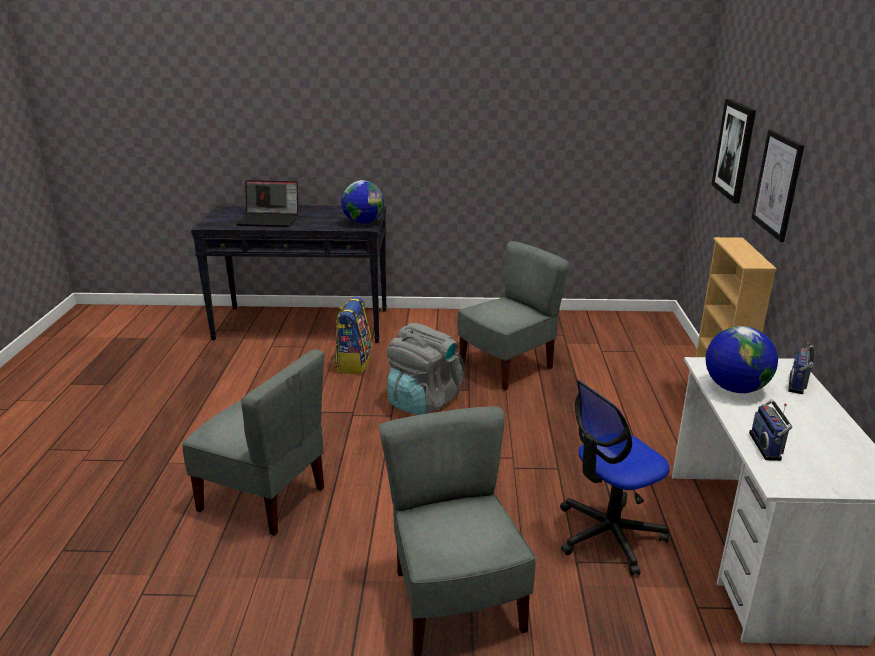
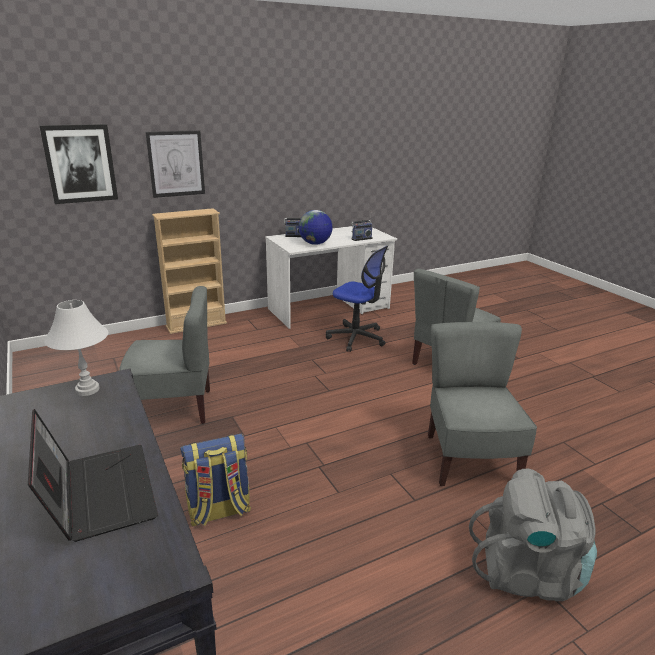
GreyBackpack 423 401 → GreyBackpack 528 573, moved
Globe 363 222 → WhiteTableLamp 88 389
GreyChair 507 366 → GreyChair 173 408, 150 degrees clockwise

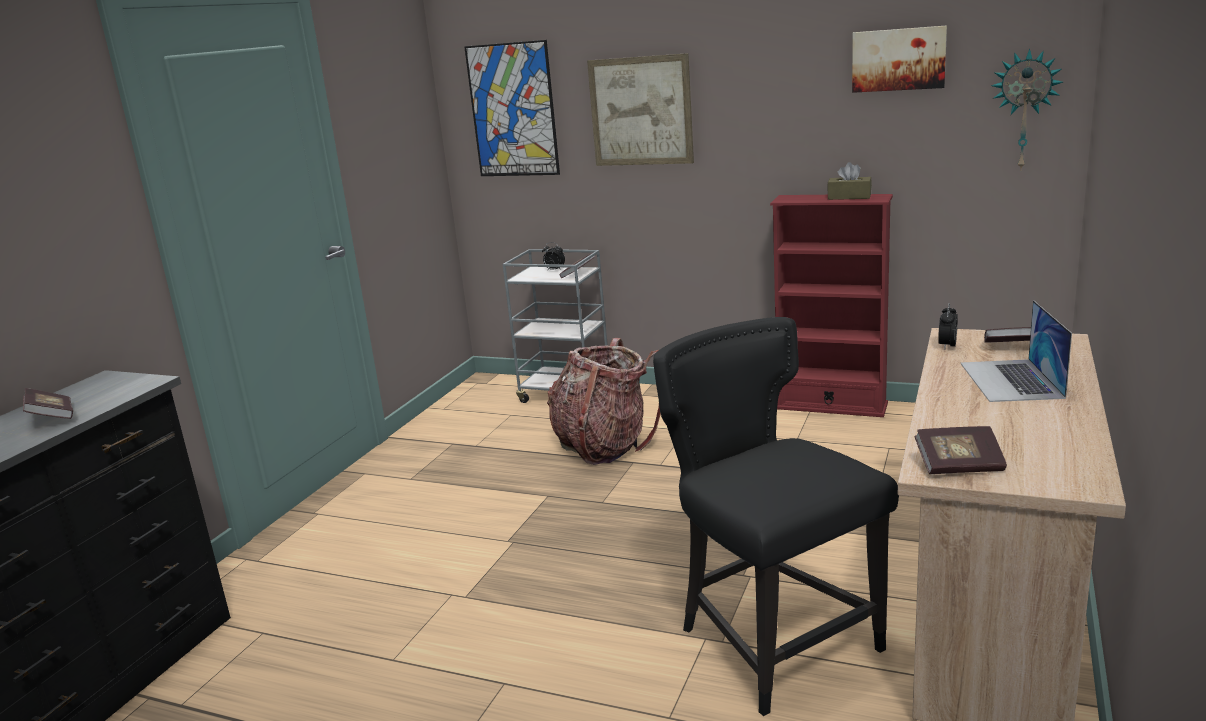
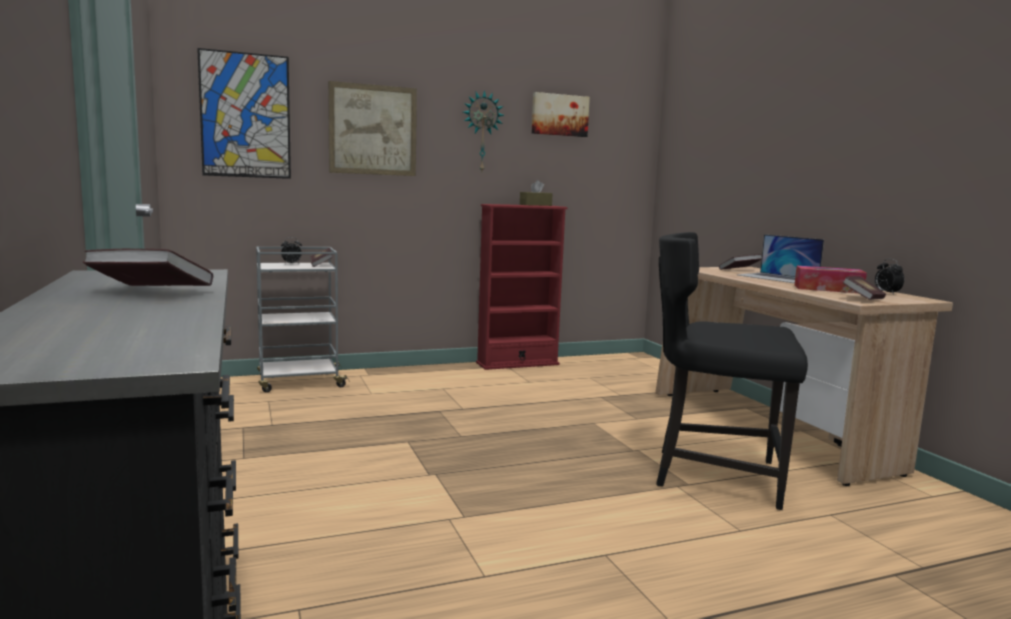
Backpack 604 446 → -
- → TissueBox 828 289
AlarmClock 947 346 → AlarmClock 886 293, moved
WallClock 1024 110 → WallClock 481 132, moved

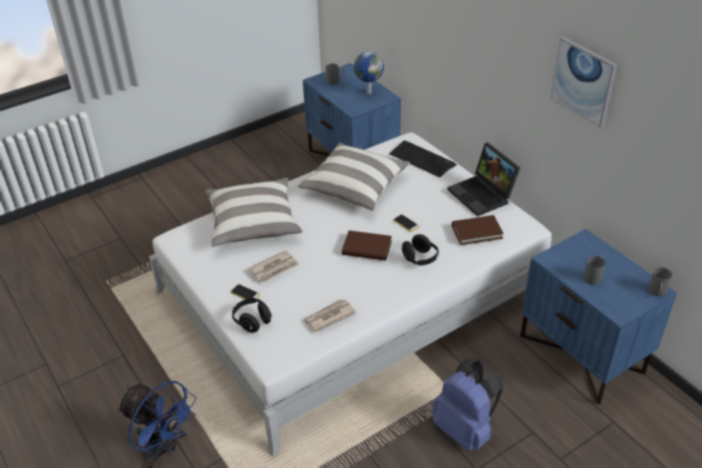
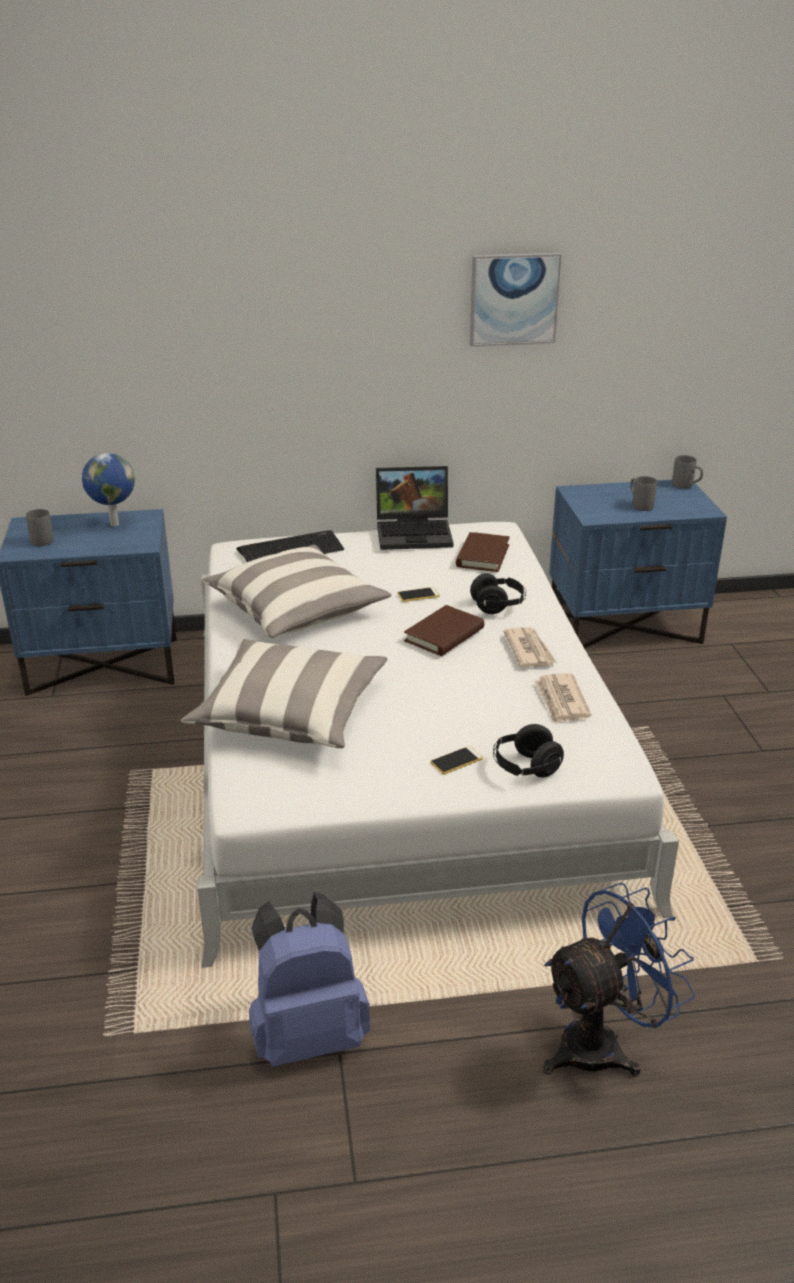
Newspaper 274 268 → Newspaper 529 650, moved
BlueBackpack 465 429 → BlueBackpack 308 1034, moved

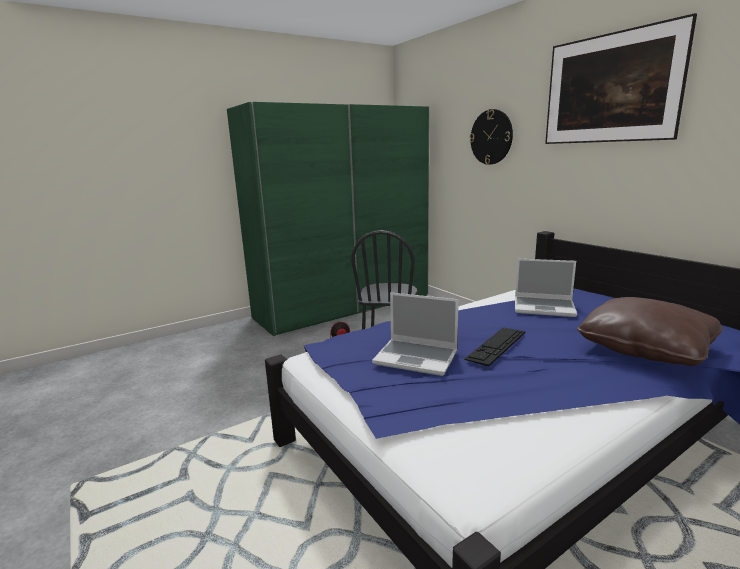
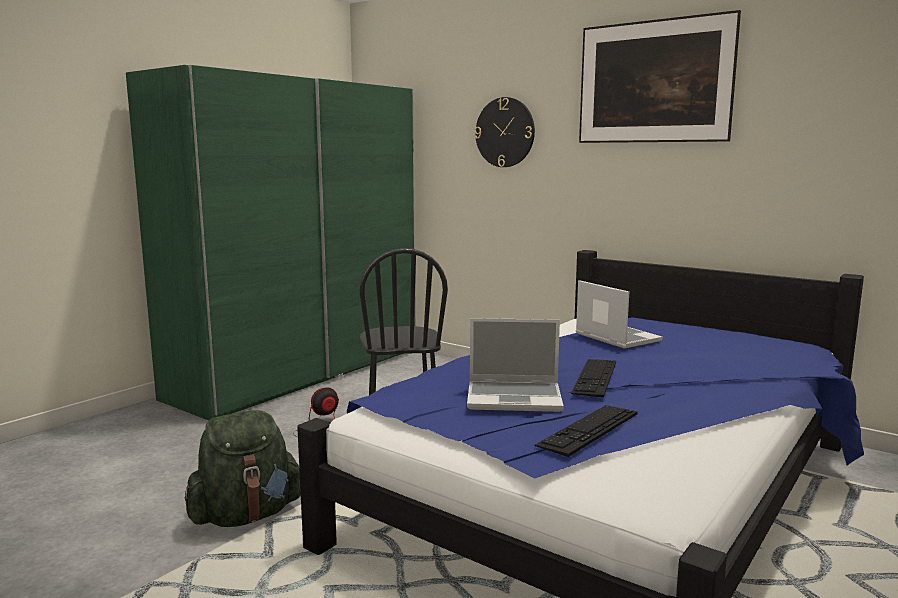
BrownPillow 645 348 → -
- → GreenBackpack 246 515
- → Keyboard 588 429
Laptop 544 307 → Laptop 615 337, 120 degrees counterclockwise

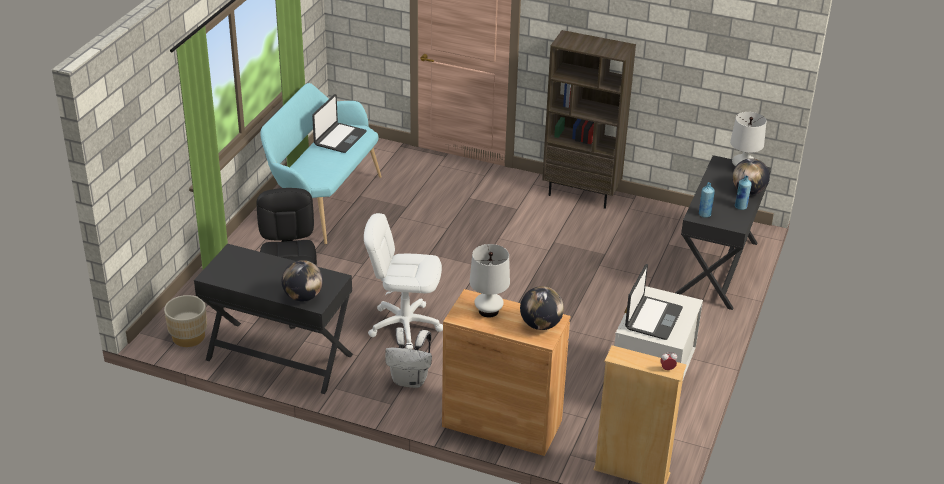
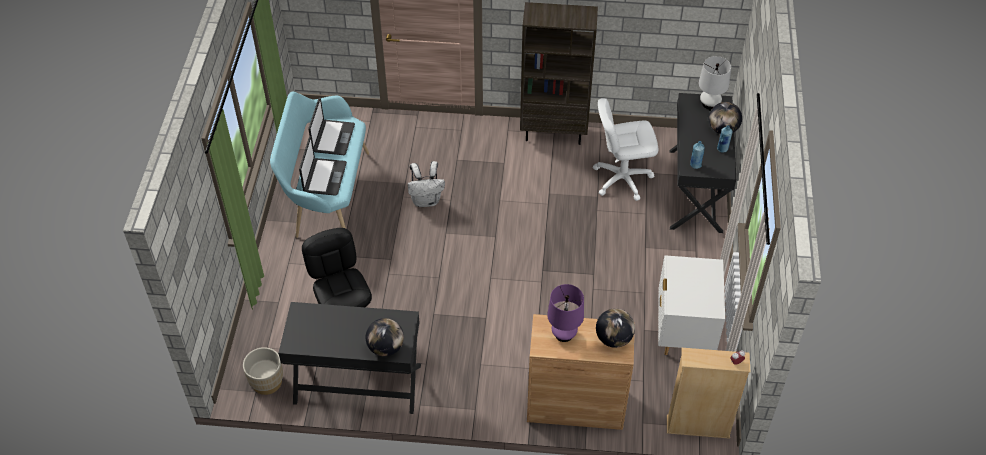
WhiteOfficeChair 404 325 → WhiteOfficeChair 622 178, moved
WhiteBackpack 410 380 → WhiteBackpack 426 200, moved
Laptop 652 318 → Laptop 324 177, moved
WhiteTableLamp 488 311 → PurpleTableLamp 564 334

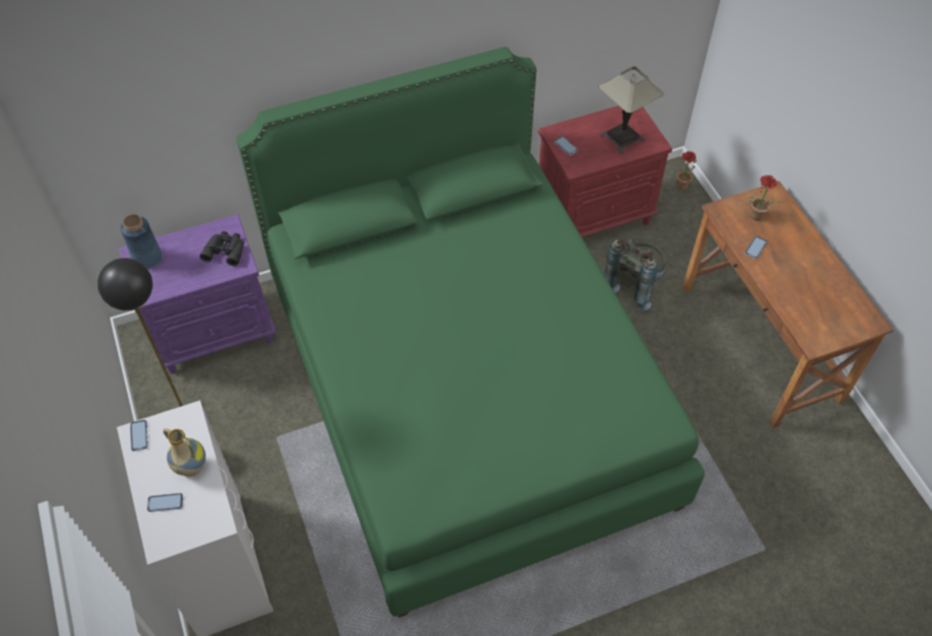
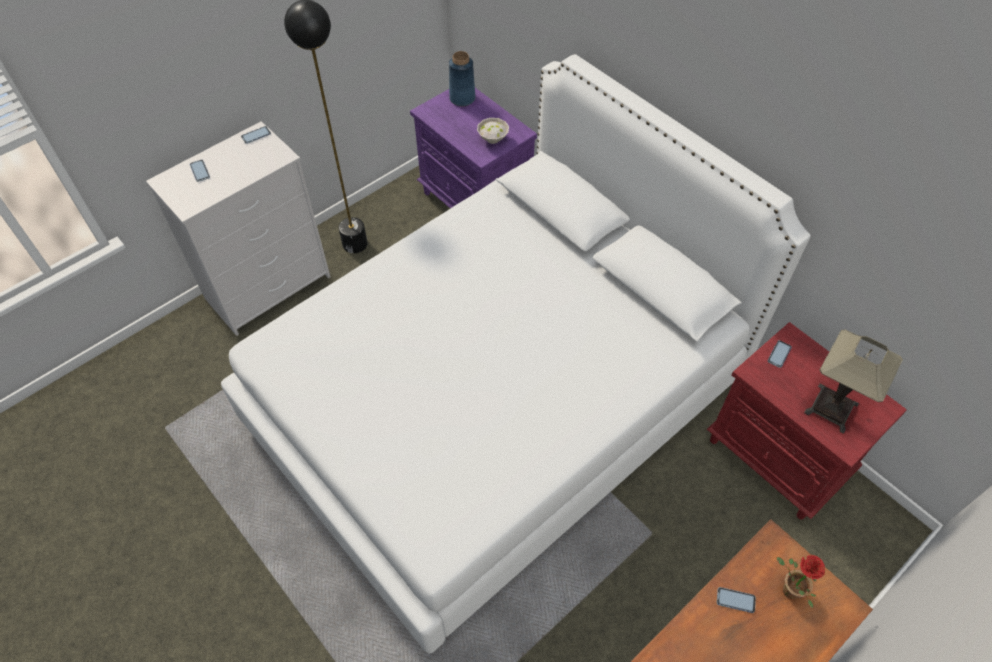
Vase 190 468 → -
GreyBackpack 634 285 → -
PottedPlant 679 185 → -
BlackBinoculars 225 250 → WhiteBowl 493 140
GreenBed 465 389 → WhiteBed 496 403

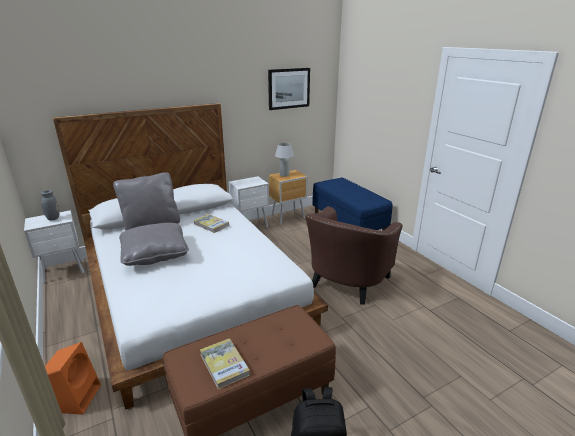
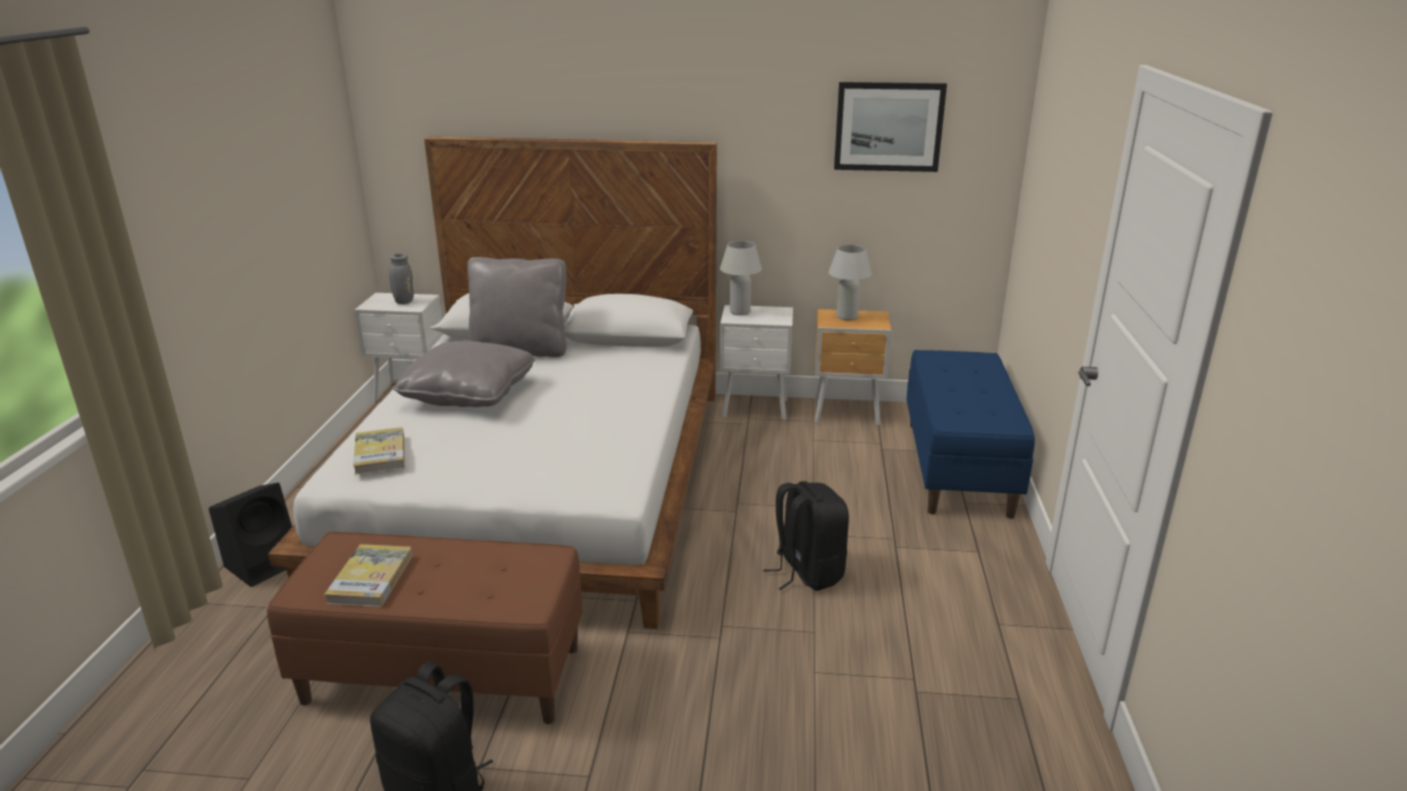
- → WhiteTableLamp 740 312
Book 211 225 → Book 380 454, moved
BrownArmchair 346 283 → BlackBackpack 806 572
OrangeSpeaker 76 397 → BlackSpeaker 264 563

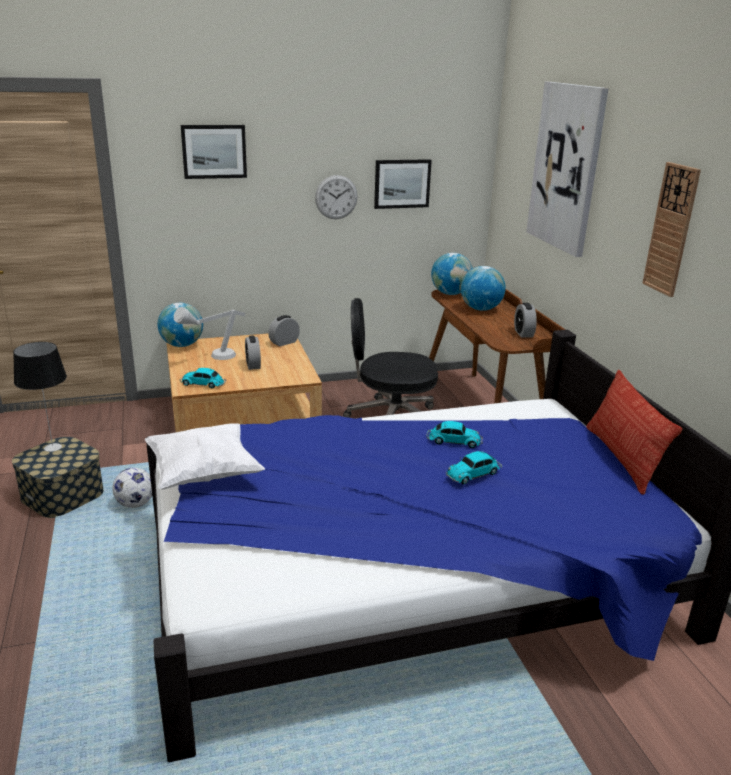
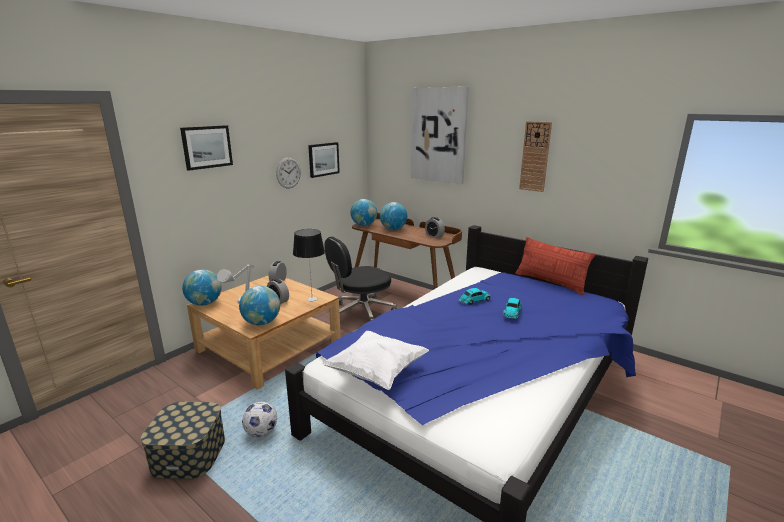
TableLamp 53 447 → TableLamp 312 299, moved
ToyCar 203 384 → Globe 262 323

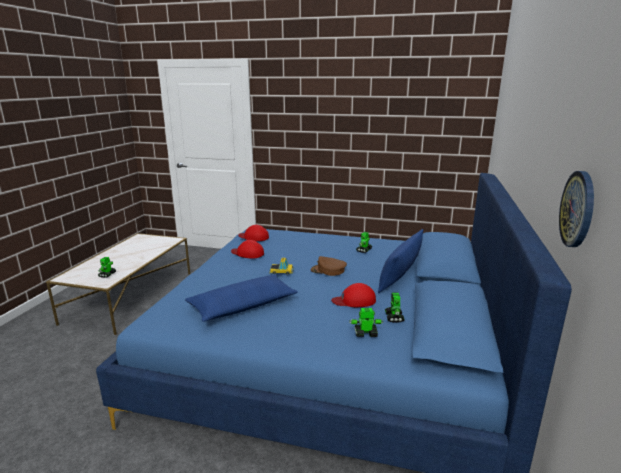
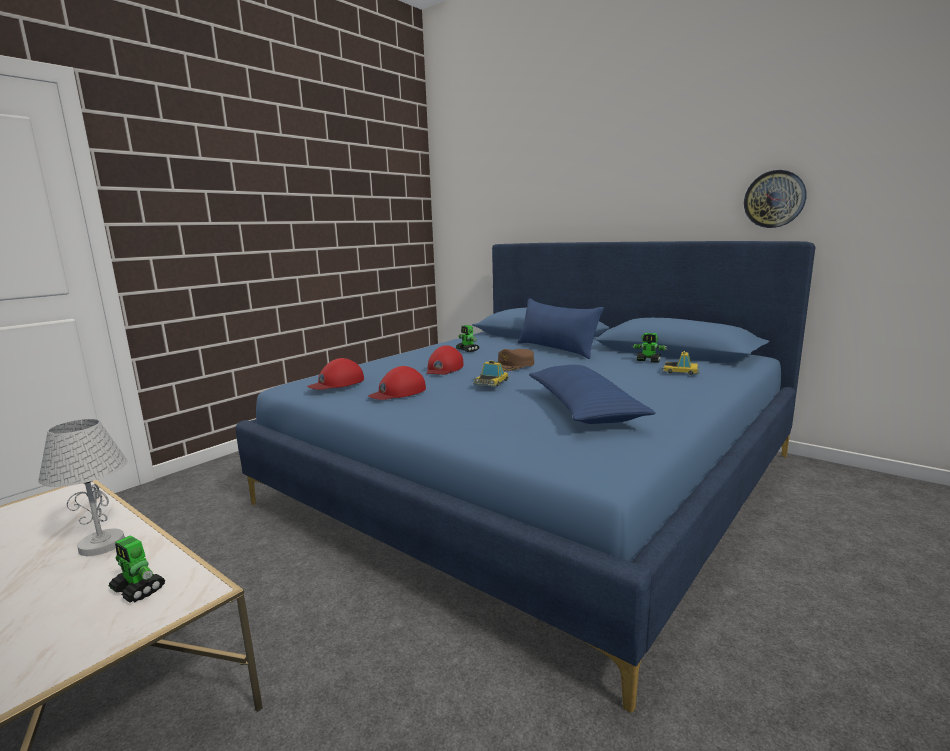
- → WhiteTableLamp 102 545
RedCap 354 300 → RedCap 444 368, moved
ToyRobot 365 333 → ToyCar 680 371

